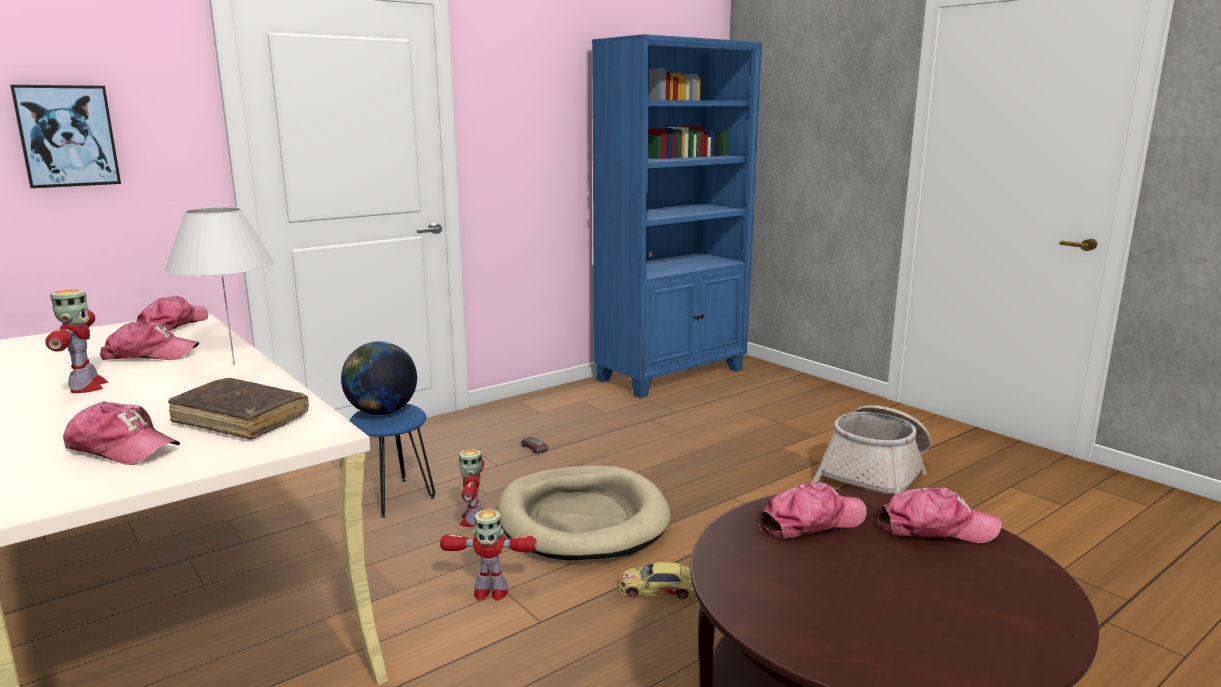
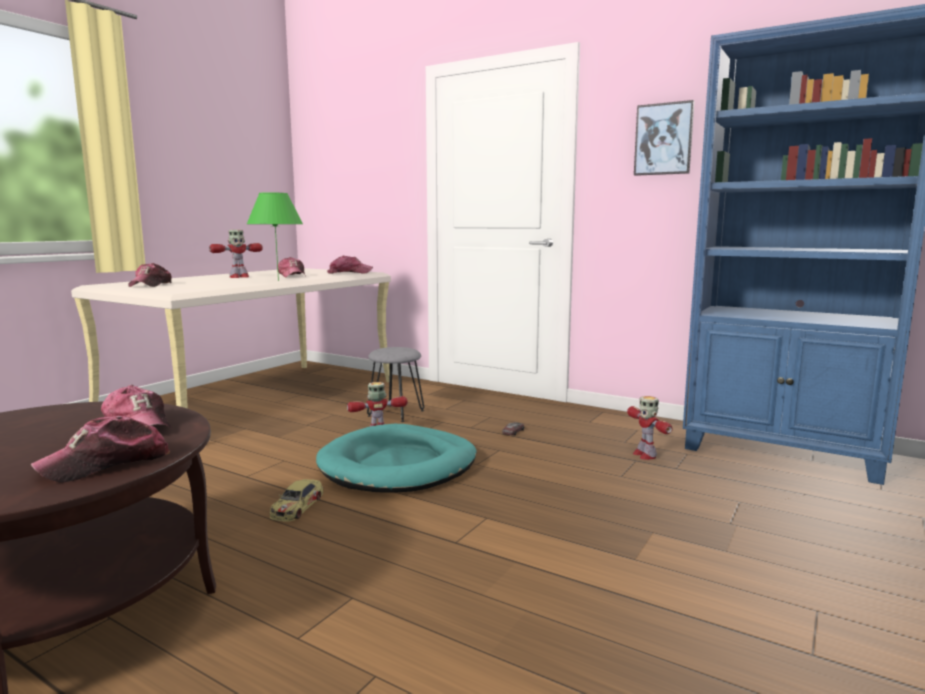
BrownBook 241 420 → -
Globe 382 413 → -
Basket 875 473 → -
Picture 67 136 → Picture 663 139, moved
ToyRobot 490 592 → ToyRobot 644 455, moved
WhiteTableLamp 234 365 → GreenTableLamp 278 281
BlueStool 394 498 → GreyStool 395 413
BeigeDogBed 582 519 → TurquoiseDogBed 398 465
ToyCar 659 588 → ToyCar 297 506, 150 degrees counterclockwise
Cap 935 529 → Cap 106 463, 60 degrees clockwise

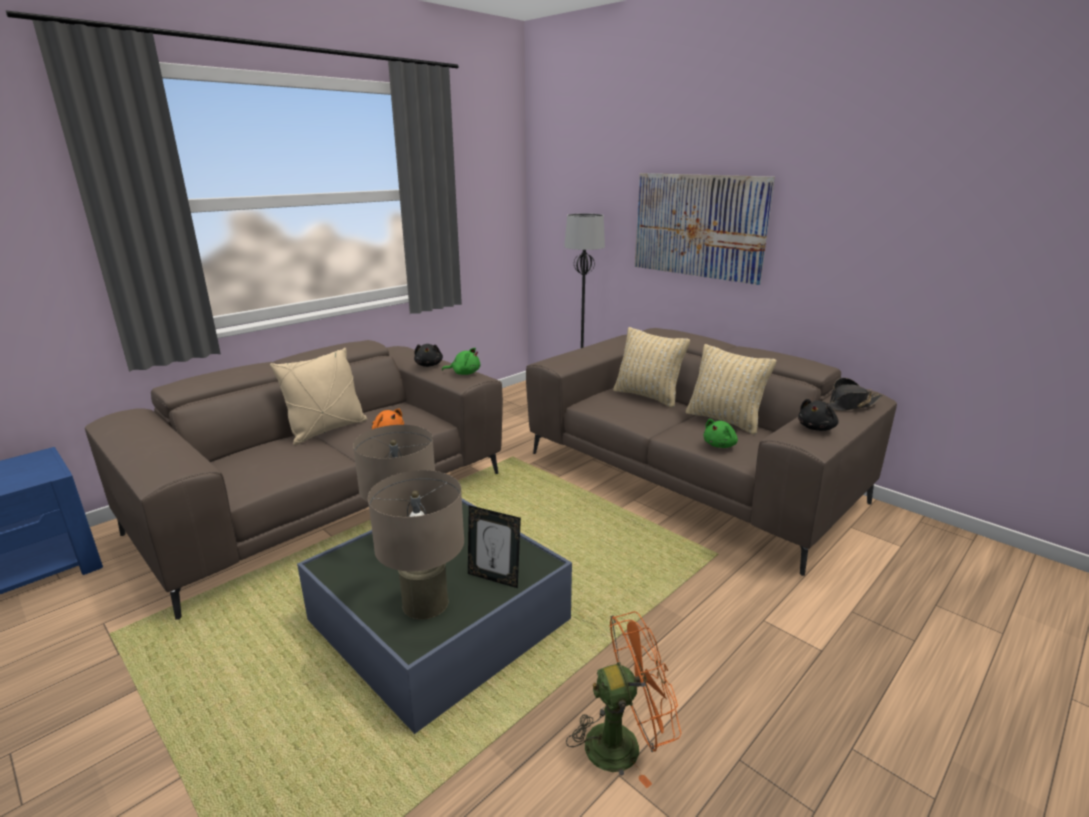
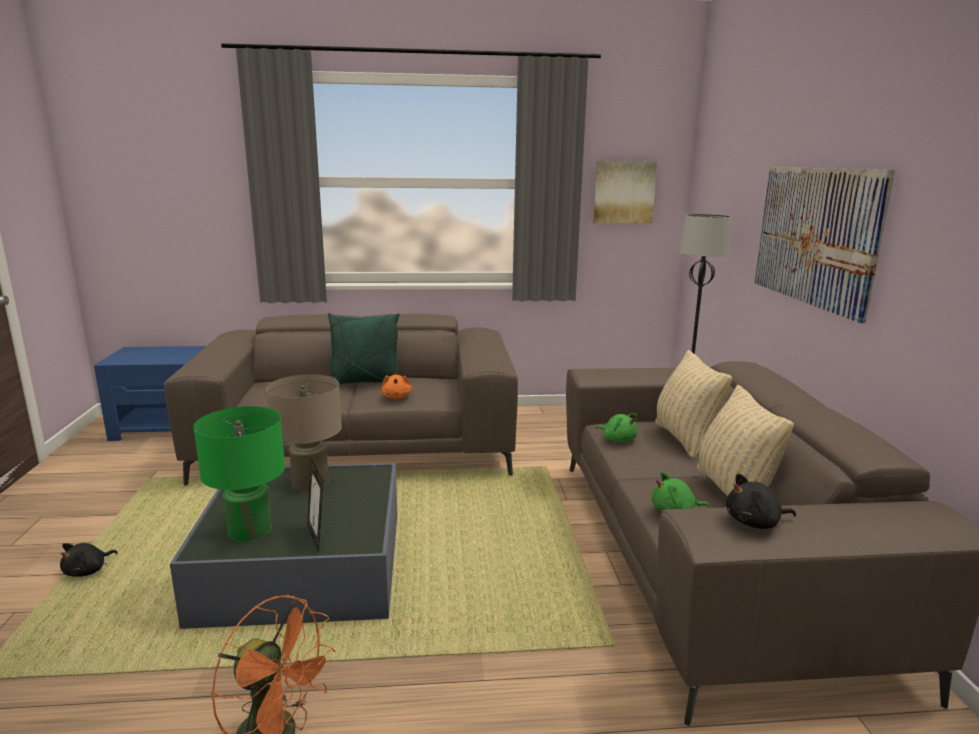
BlackHat 848 405 → -
- → Picture 623 192
BlackPlushToy 429 365 → BlackPlushToy 88 571, moved
GreenPlushToy 464 373 → GreenPlushToy 618 439, moved
BeigePillow 327 430 → GreenPillow 365 382
BeigeTableLamp 425 603 → GreenTableLamp 250 530

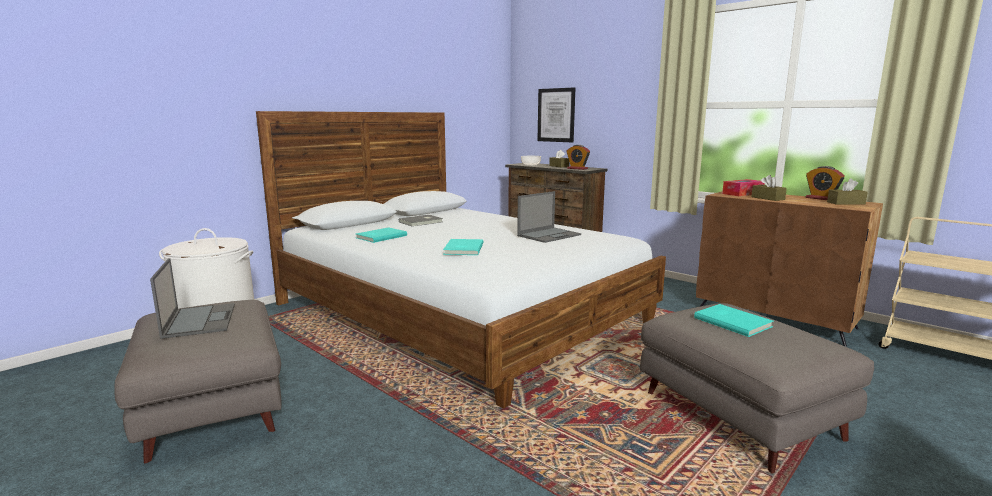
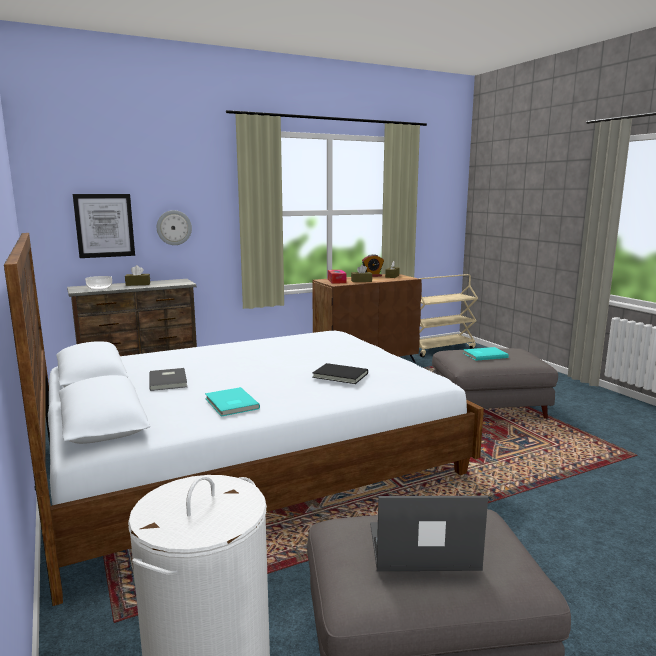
Laptop 549 235 → -
AlarmClock 577 168 → -
- → WallClock 174 227
TurquoiseBook 462 249 → BlackBook 340 376

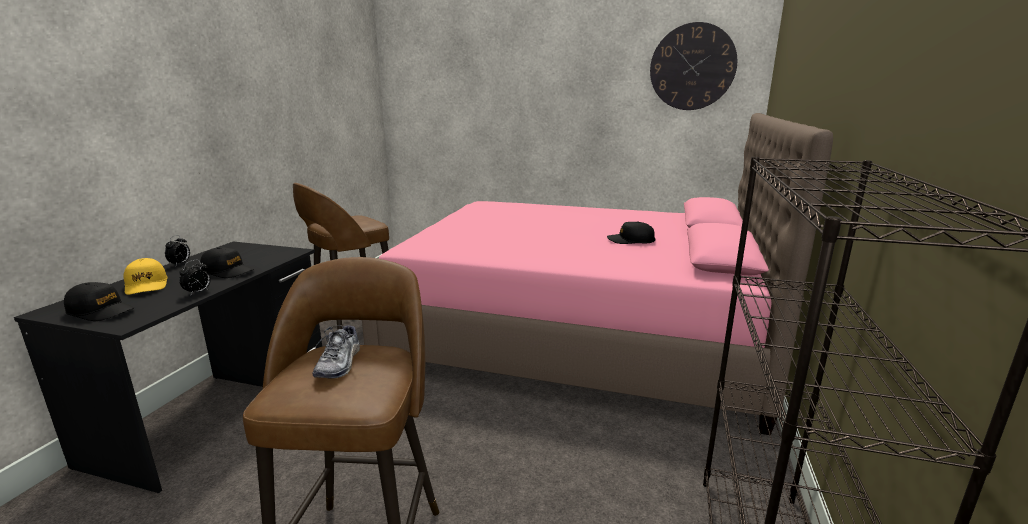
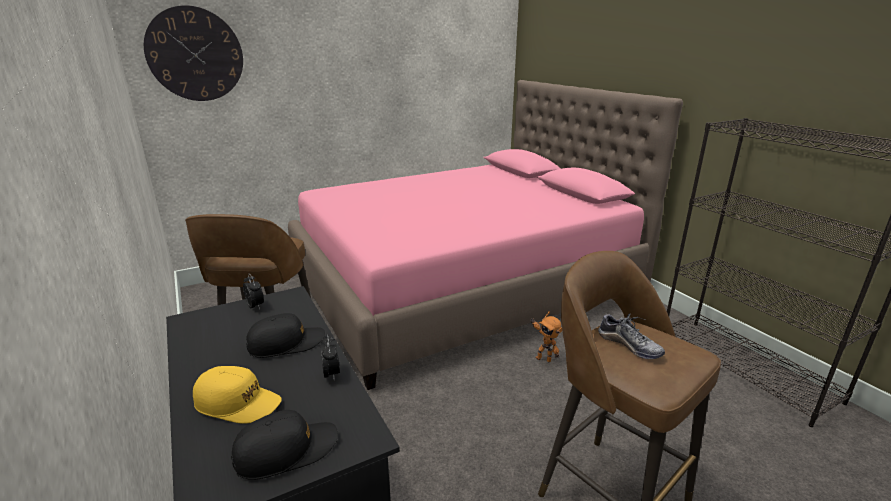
BlackCap 630 240 → -
- → ToyRobot 543 358
AlarmClock 180 264 → AlarmClock 255 306, moved
WallClock 692 67 → WallClock 195 54, moved

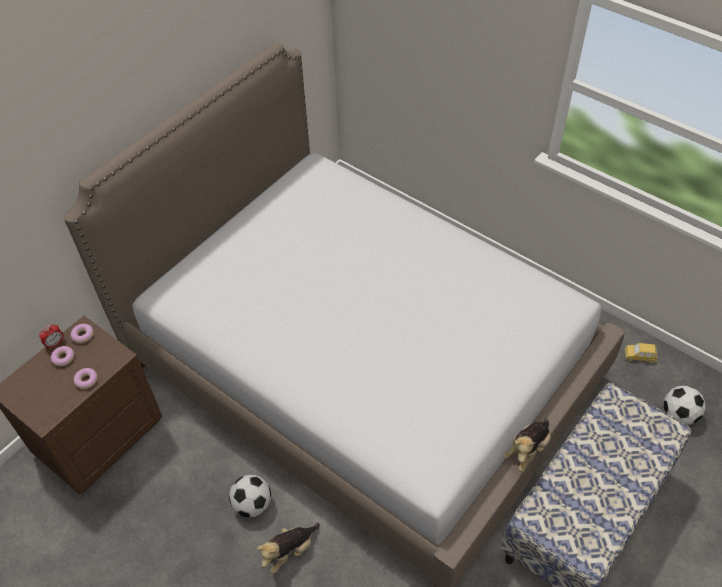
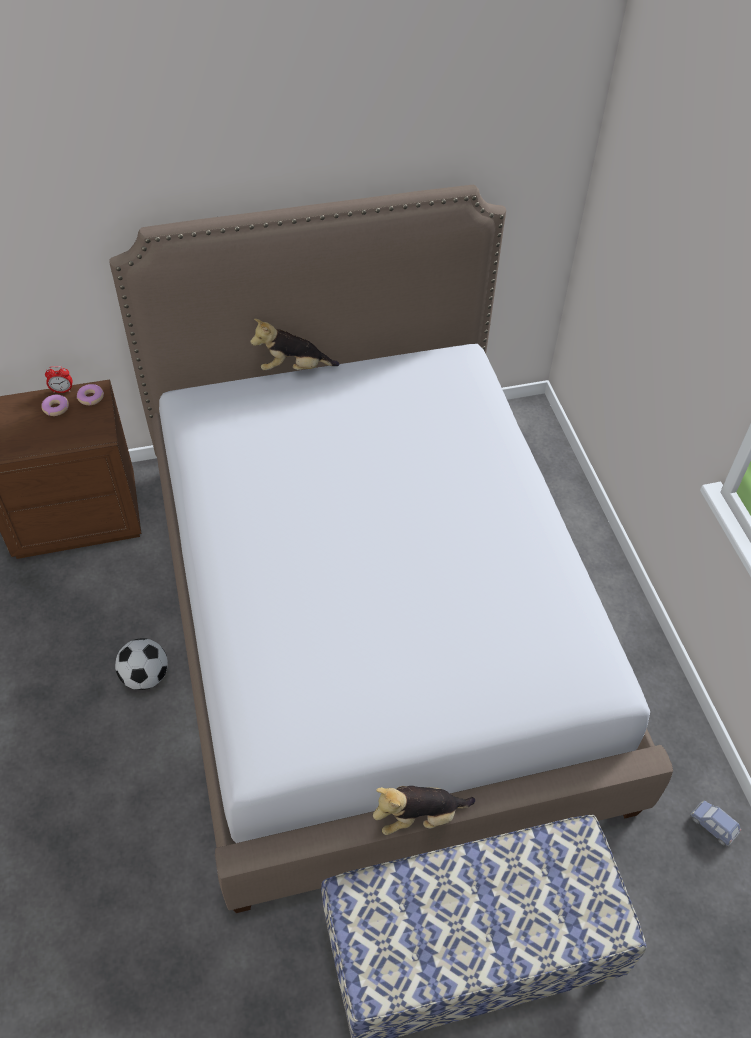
Donut 86 380 → -
Football 678 415 → -
PlushToy 290 551 → PlushToy 294 368, moved
YellowToyCar 639 356 → BlueToyCar 713 826

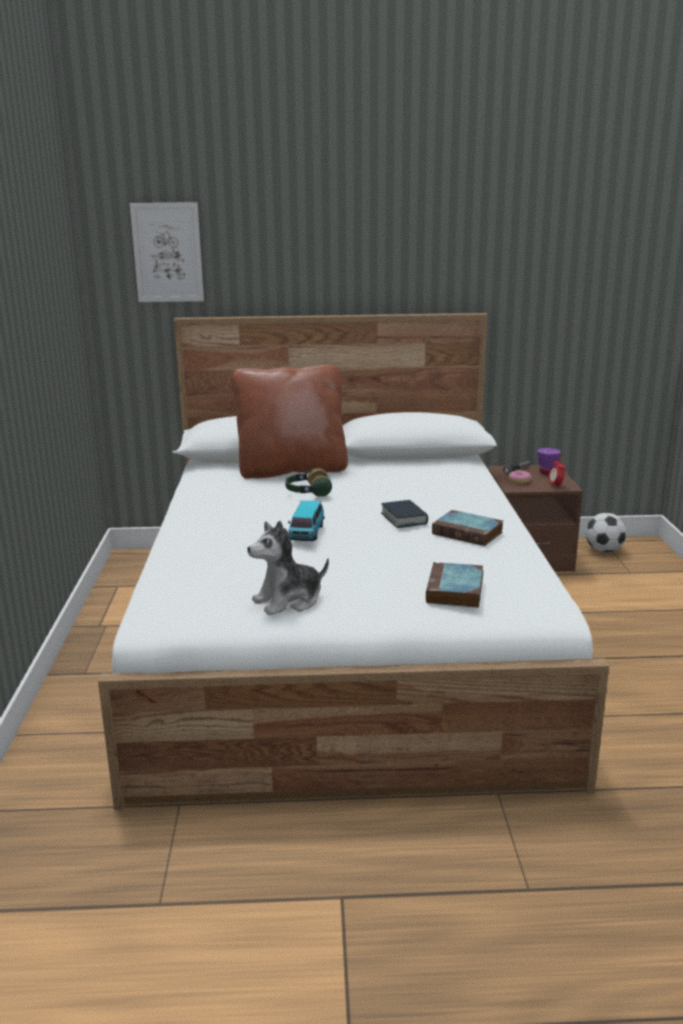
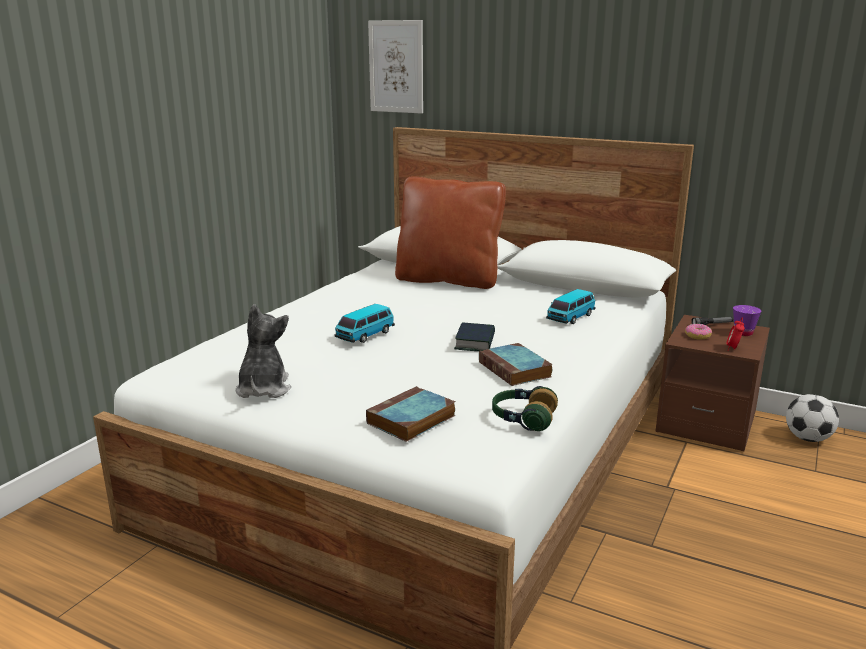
- → ToyCar 570 317
Headphones 308 493 → Headphones 522 420, moved
PlushToy 288 601 → PlushToy 263 389, 90 degrees clockwise

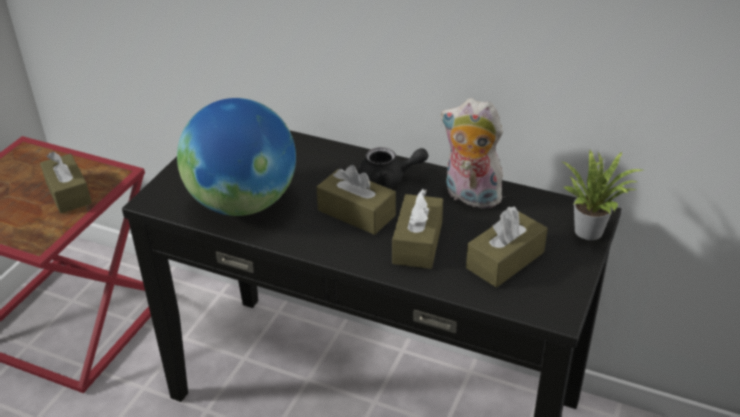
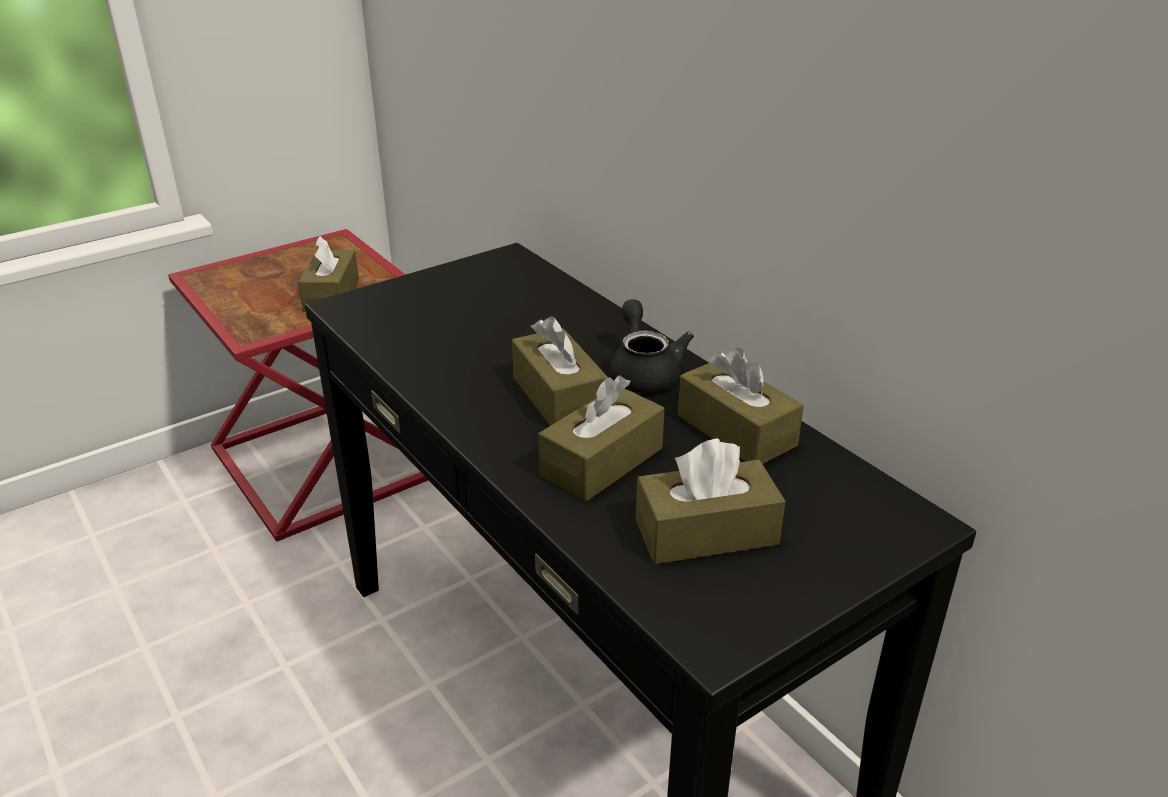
Globe 242 203 → -
PottedPlant 591 230 → -
PlushToy 469 197 → BrownTissueBox 736 430
BlackTeapot 388 179 → BlackTeapot 644 372, 135 degrees counterclockwise

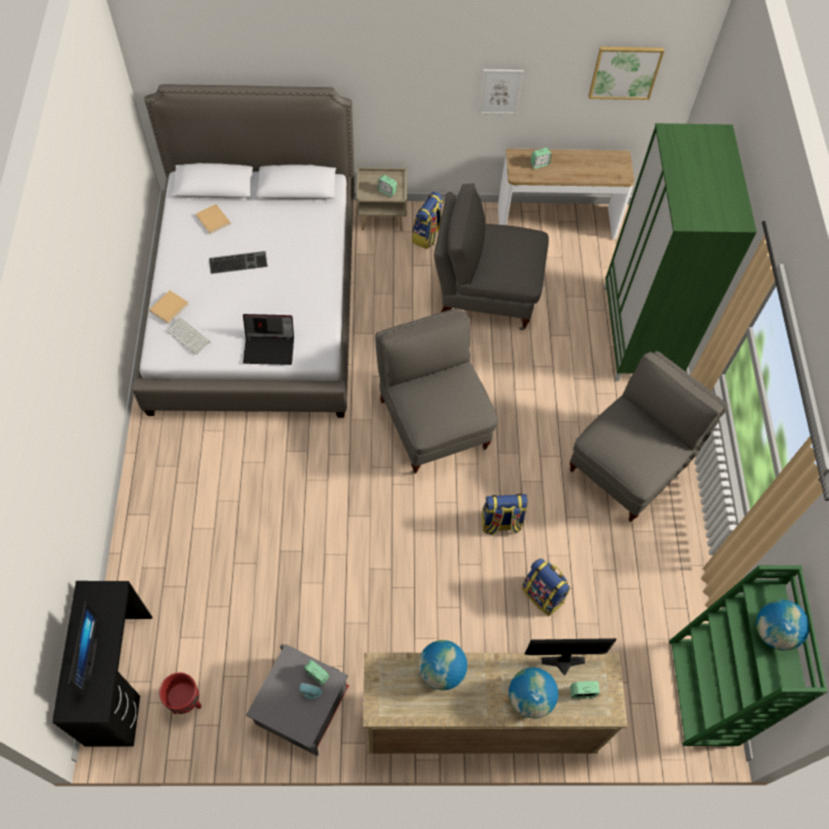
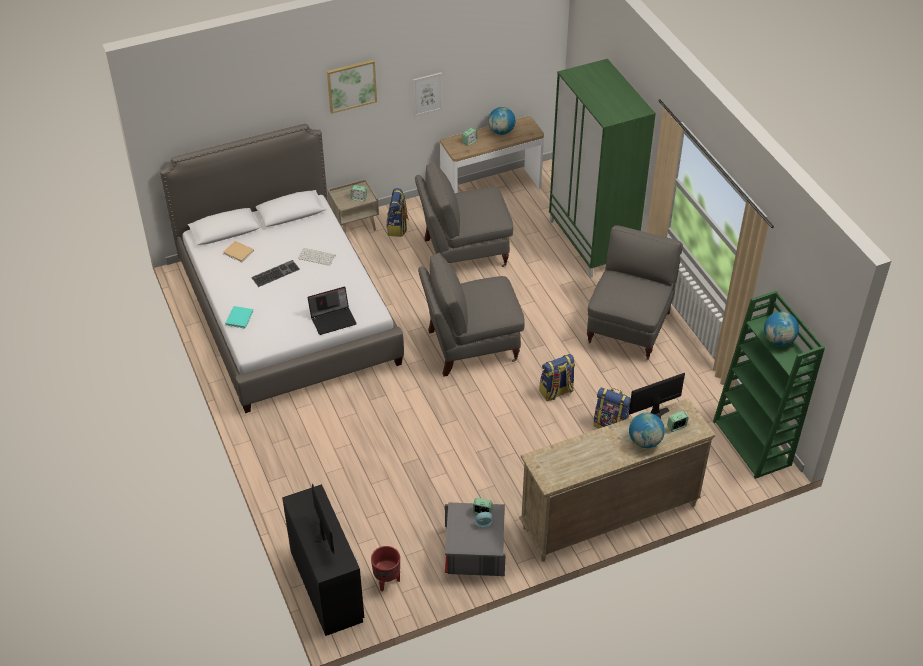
Keyboard 189 336 → Keyboard 317 257, moved
Globe 441 671 → Globe 501 131, moved
Picture 625 72 → Picture 351 85, moved
BeigeBook 170 307 → TurquoiseBook 240 317
GreyArmchair 432 423 → GreyArmchair 471 346, 60 degrees counterclockwise

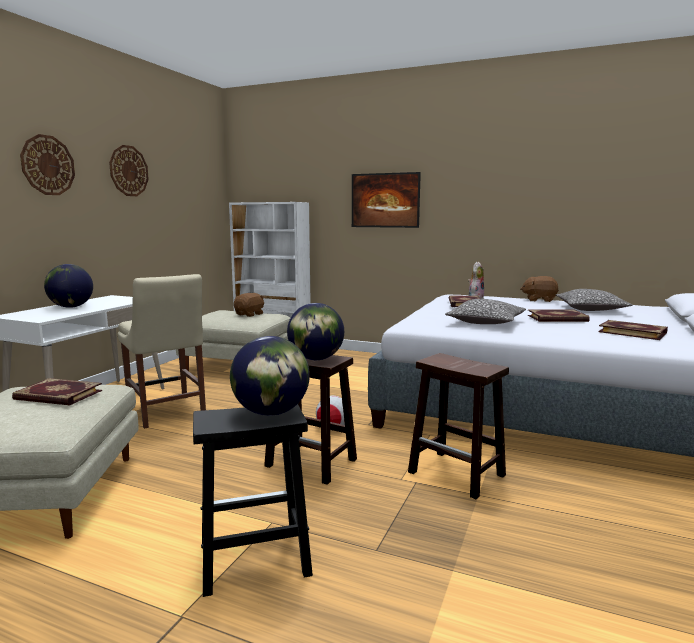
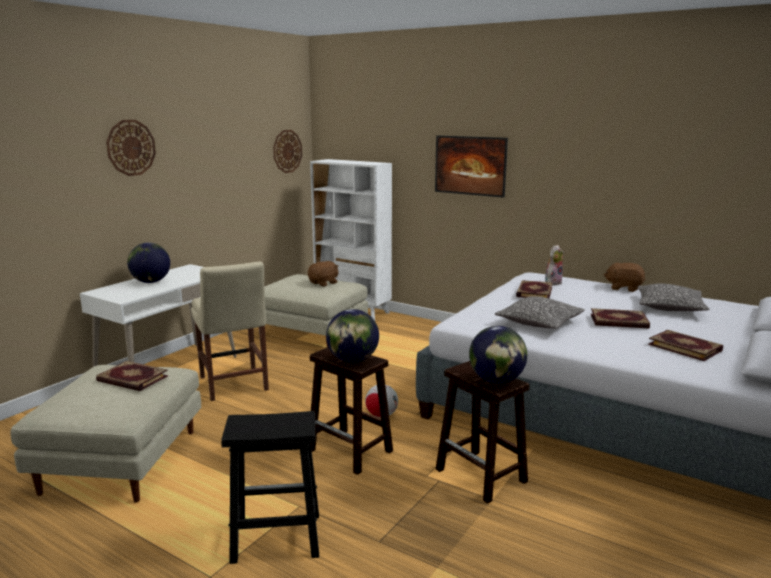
WallClock 128 171 → WallClock 287 151, moved
Globe 271 413 → Globe 496 381, moved

